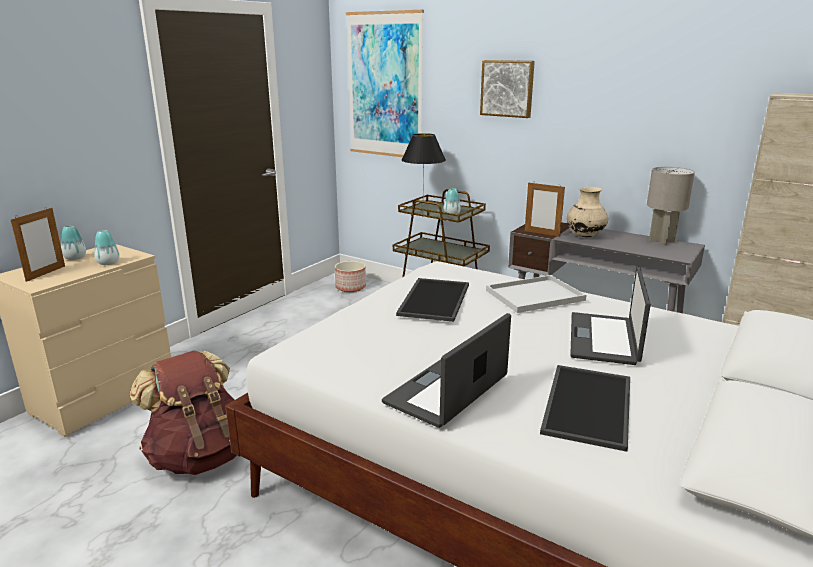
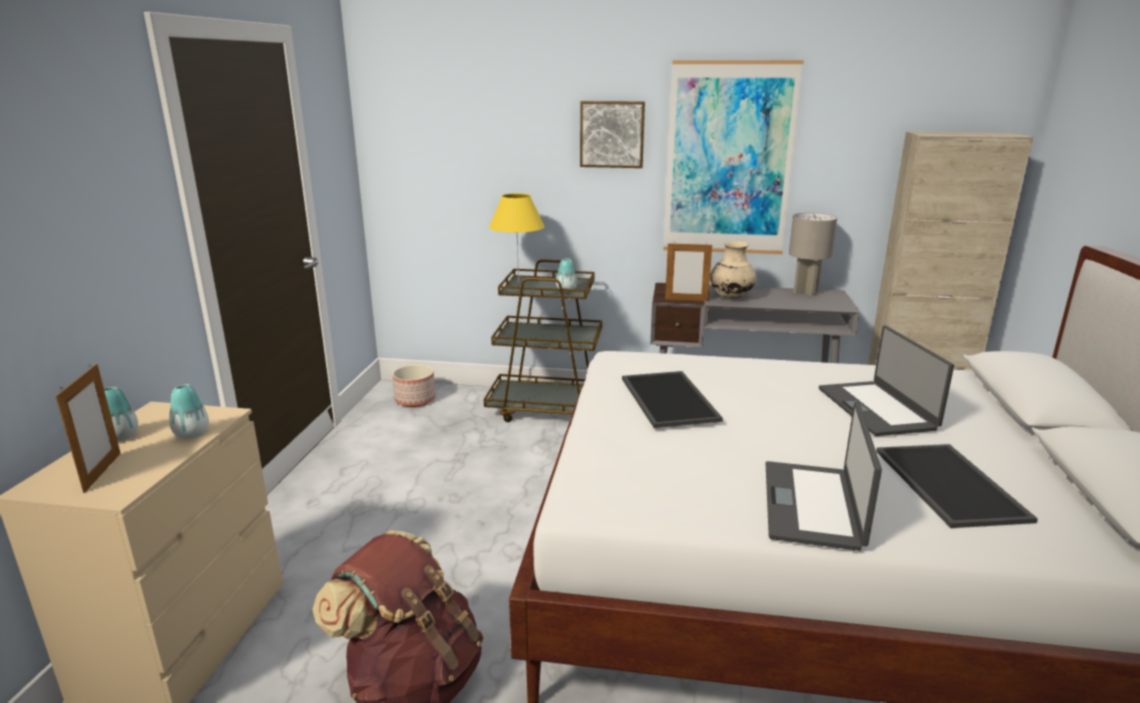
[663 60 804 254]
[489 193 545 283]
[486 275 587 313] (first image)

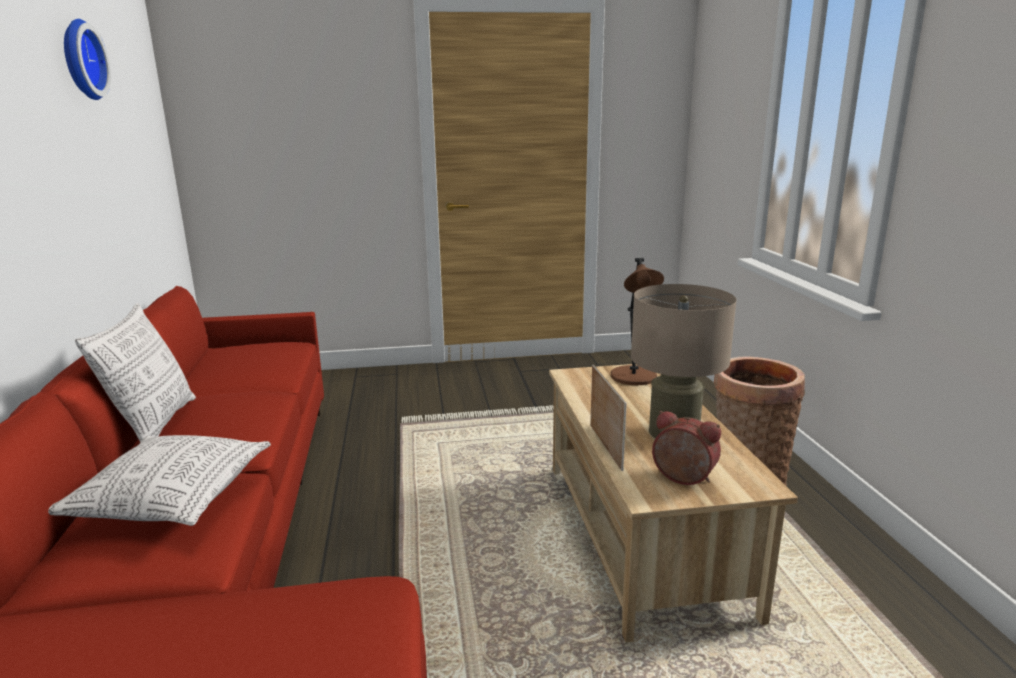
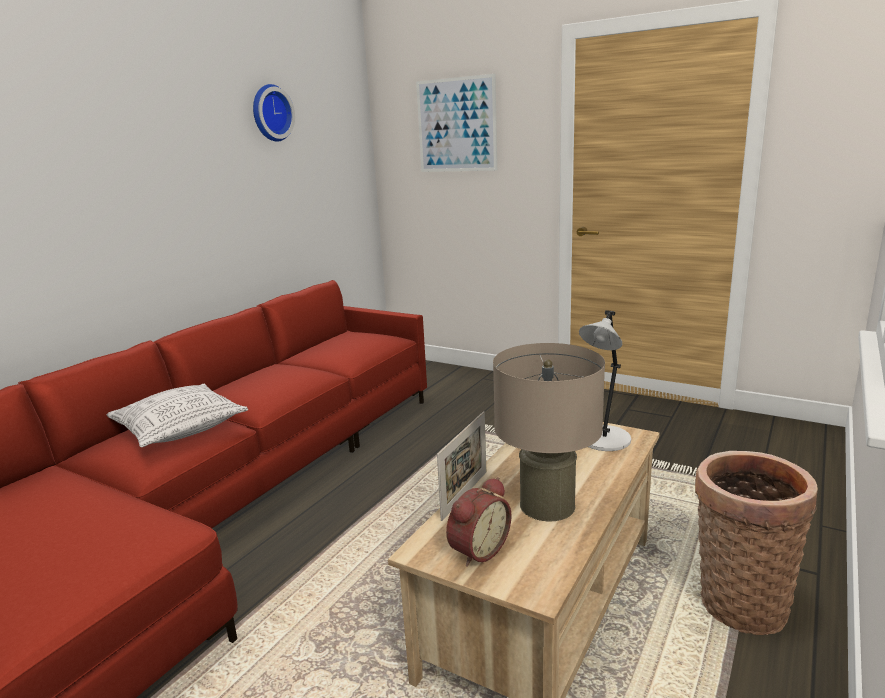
[579 310 631 451]
[75 303 196 443] (first image)
[446 477 511 567]
[416 74 497 172]

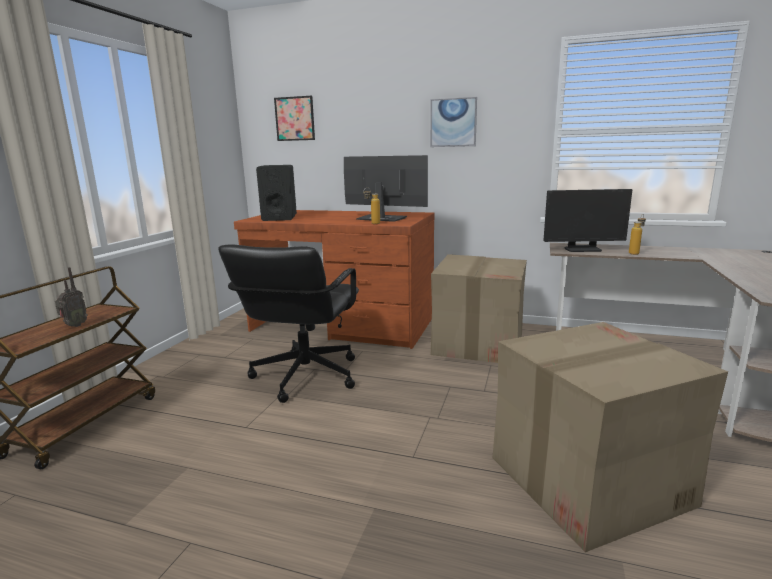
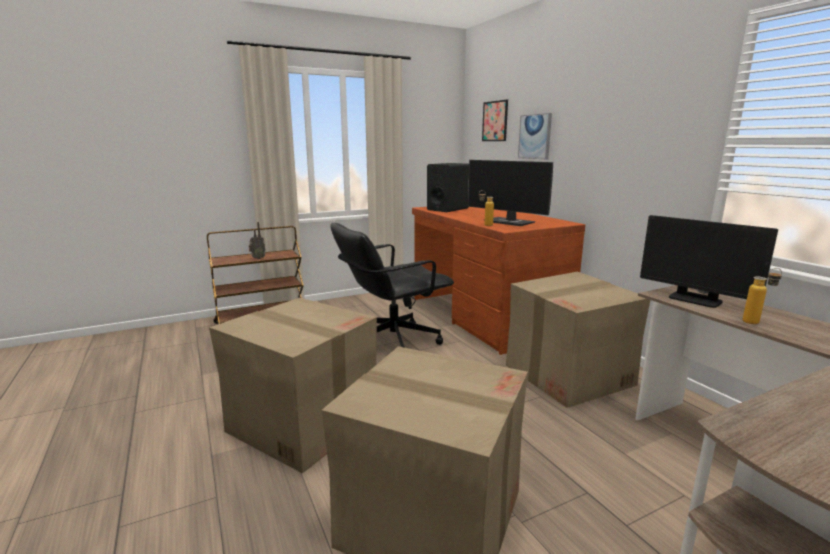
[518 113 552 159]
[468 160 553 226]
[209 298 377 473]

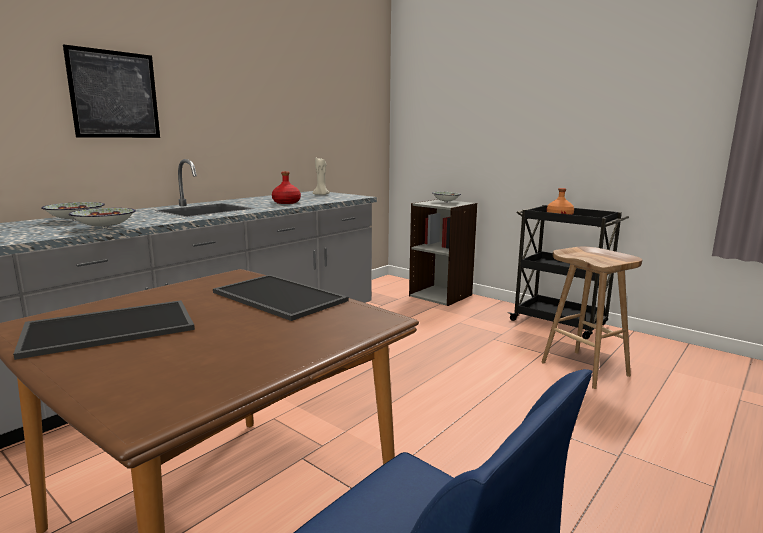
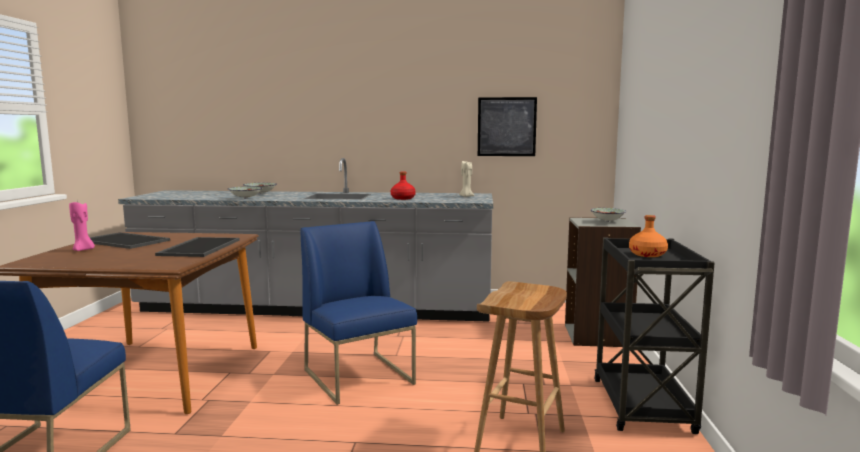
[478 97 537 156]
[69 202 95 251]
[301 221 417 405]

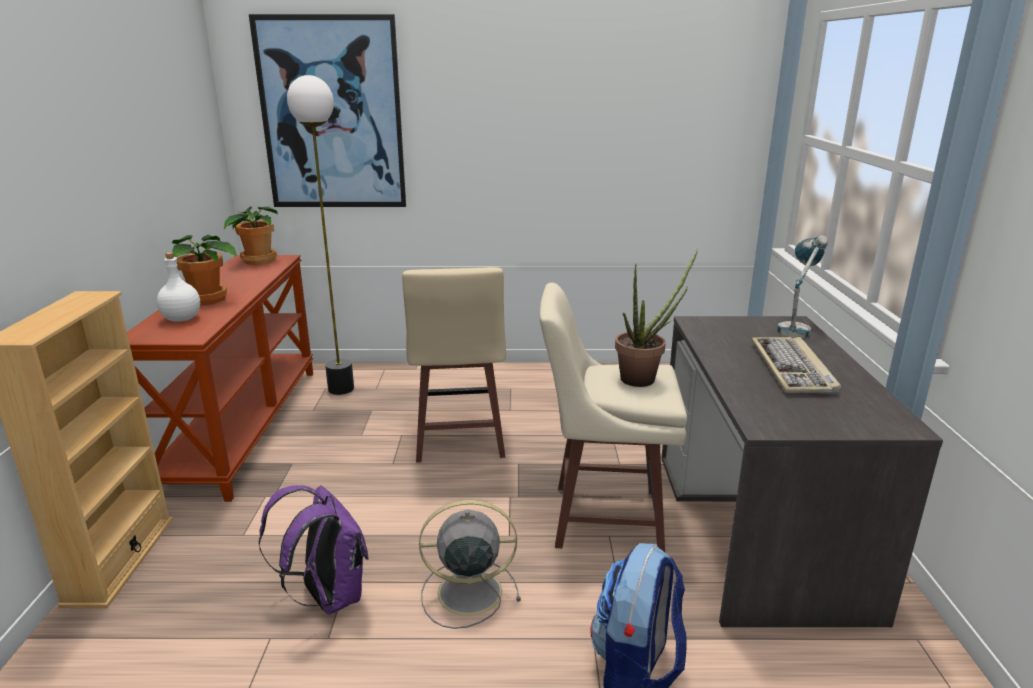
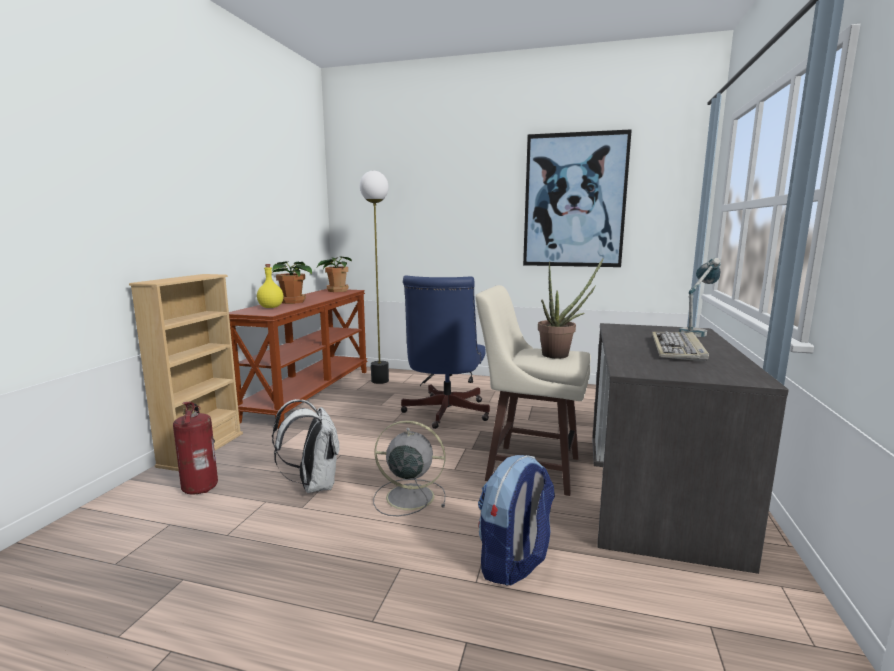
[523 129 632 267]
[257 264 283 308]
[401 276 490 429]
[272 399 339 493]
[173 402 218 495]

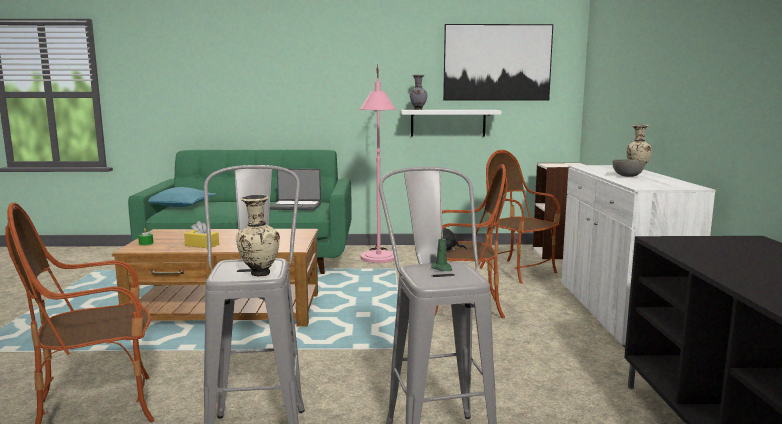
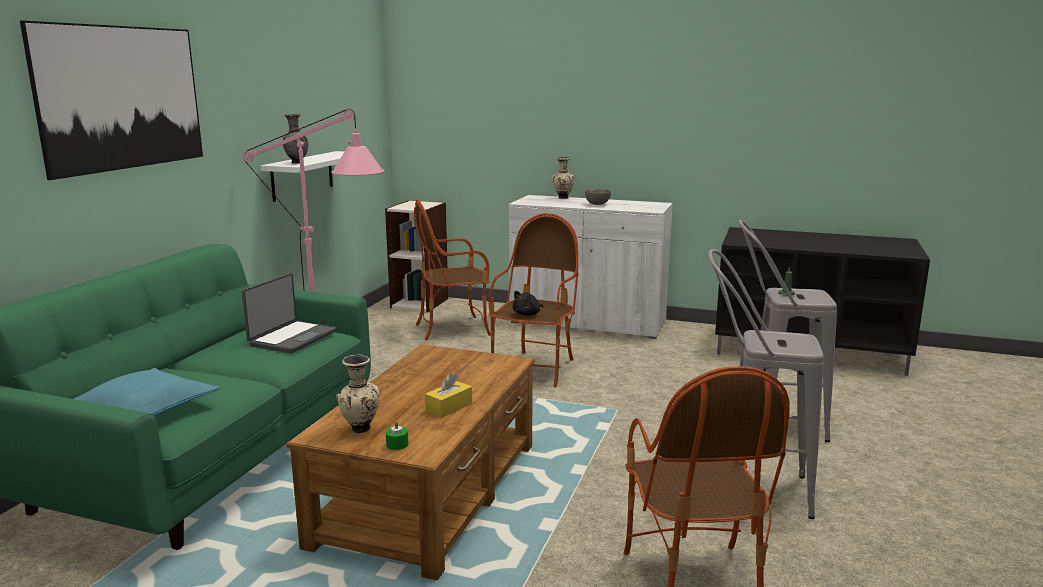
[20 20 203 180]
[336 355 380 433]

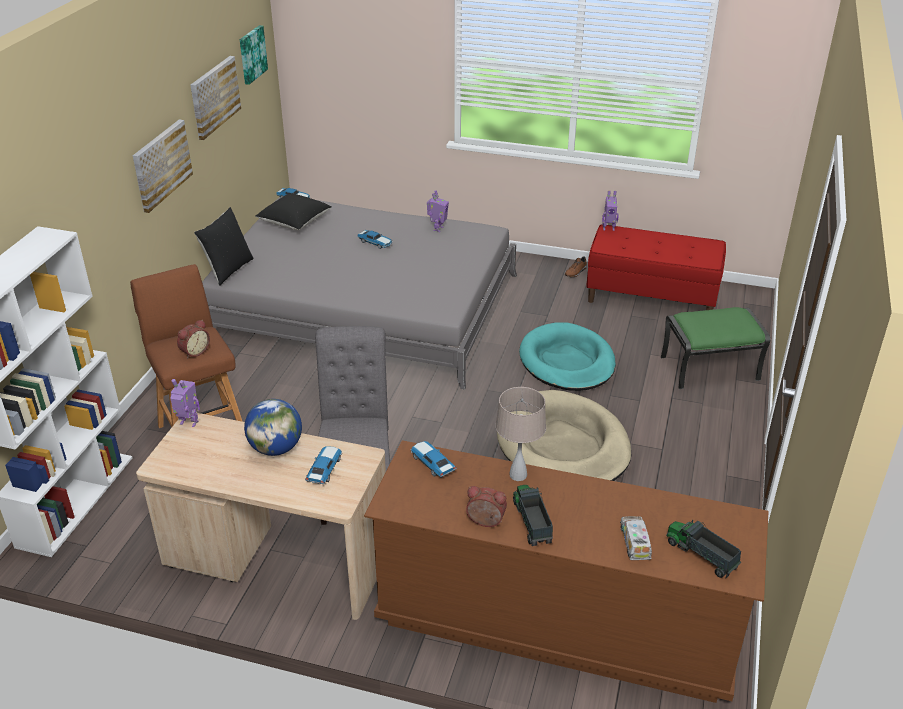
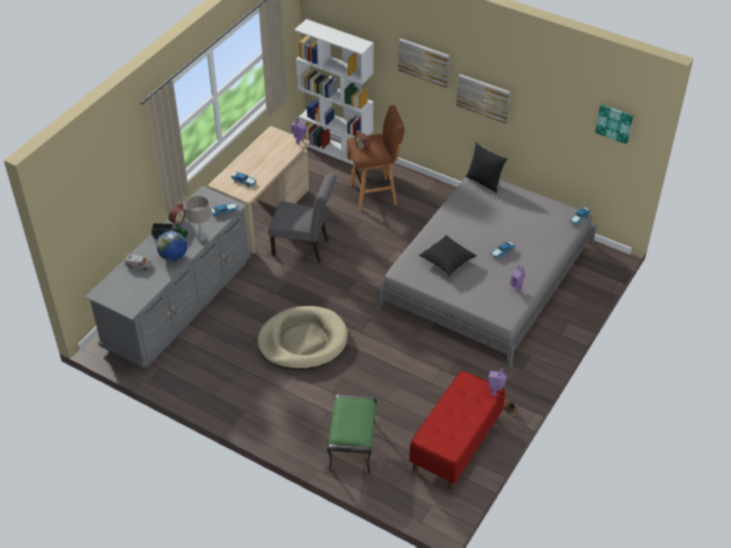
[398 38 450 88]
[418 235 477 277]
[519 322 616 391] (first image)
[157 231 187 261]
[85 186 251 368]
[666 519 741 578] (first image)

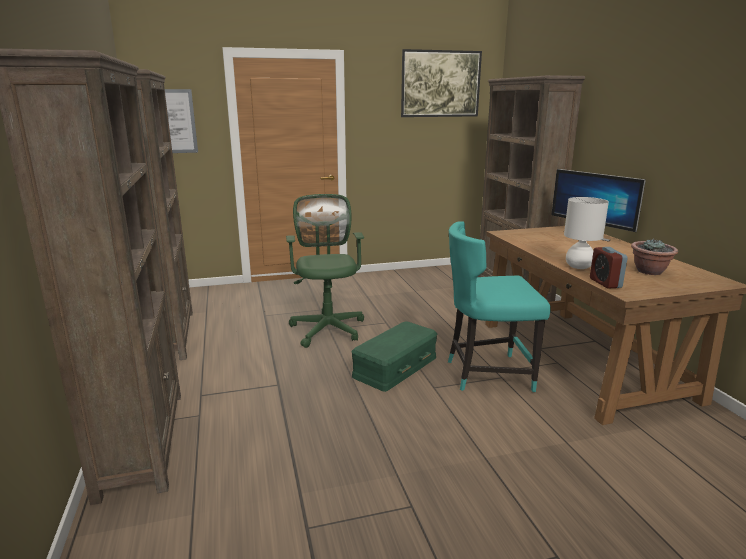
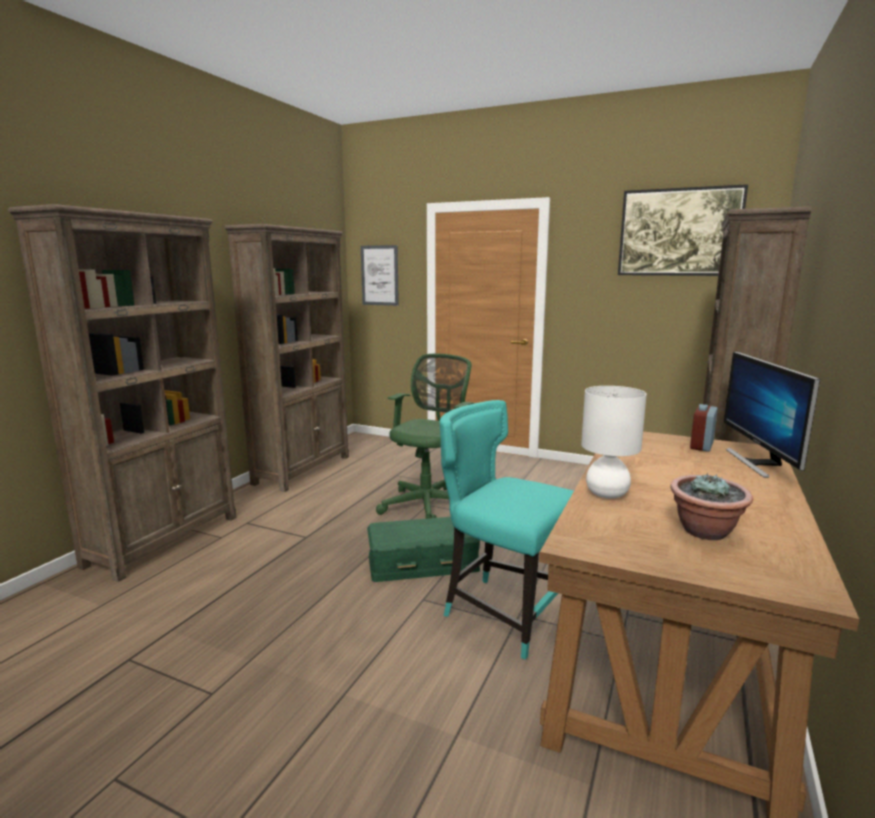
[690 404 718 452]

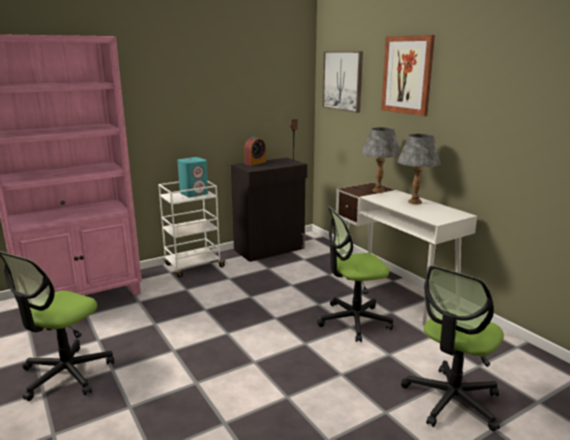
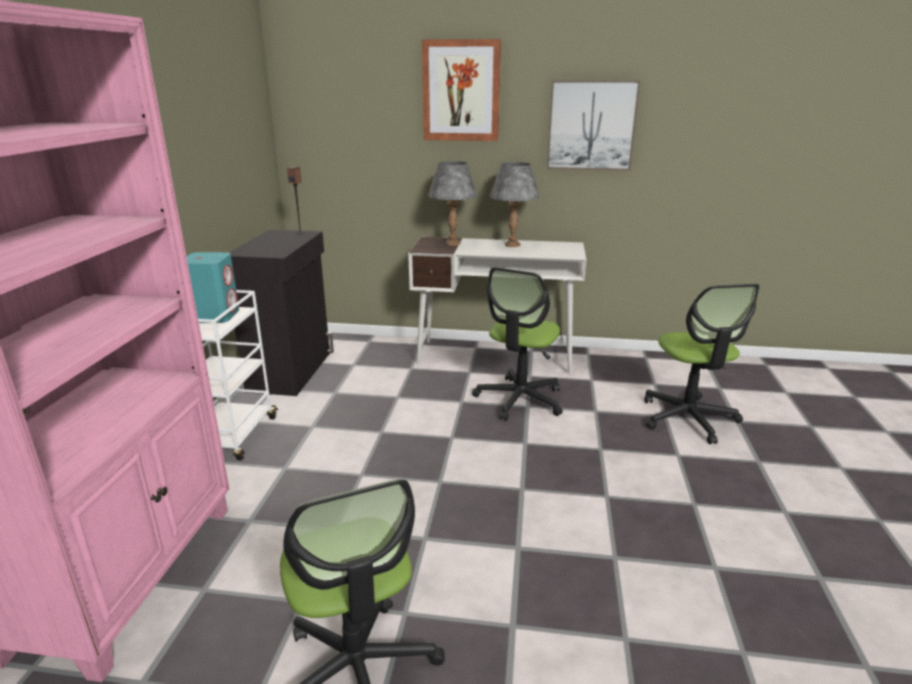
[547 80 641 171]
[244 136 266 166] (first image)

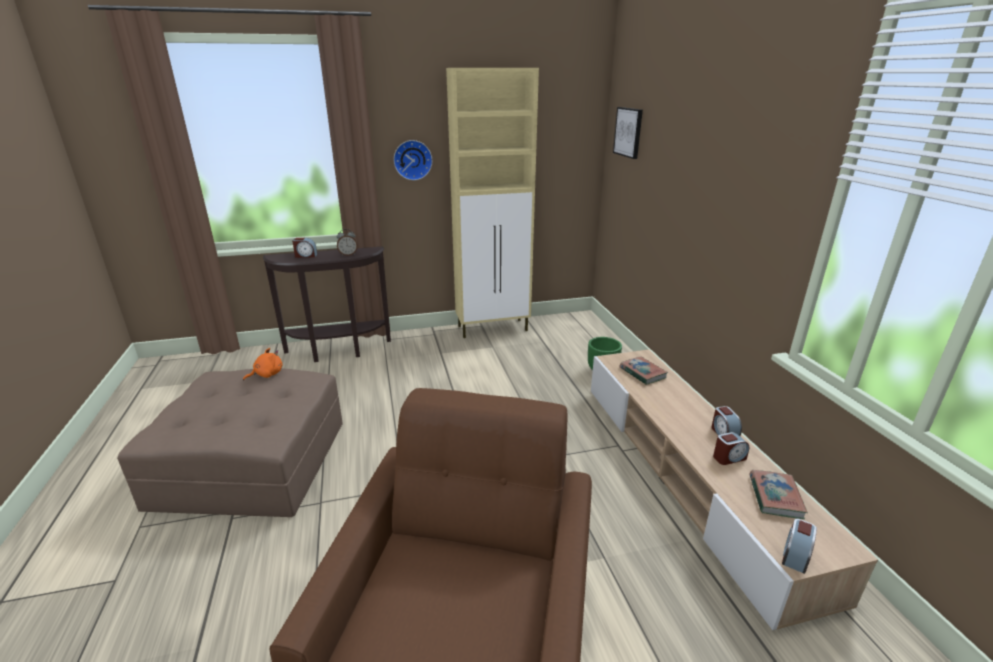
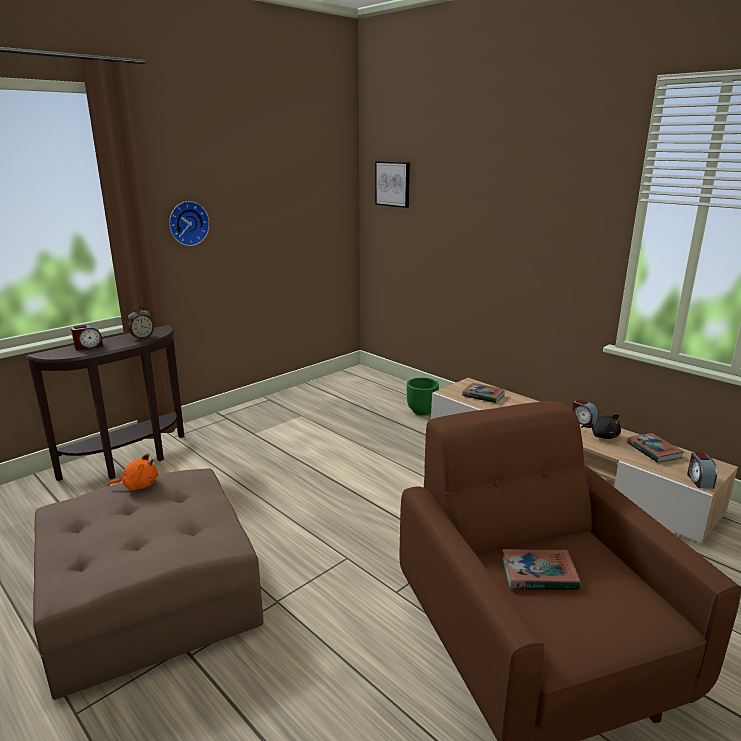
[446 68 539 338] (first image)
[108 453 158 491]
[581 414 621 439]
[502 549 580 590]

